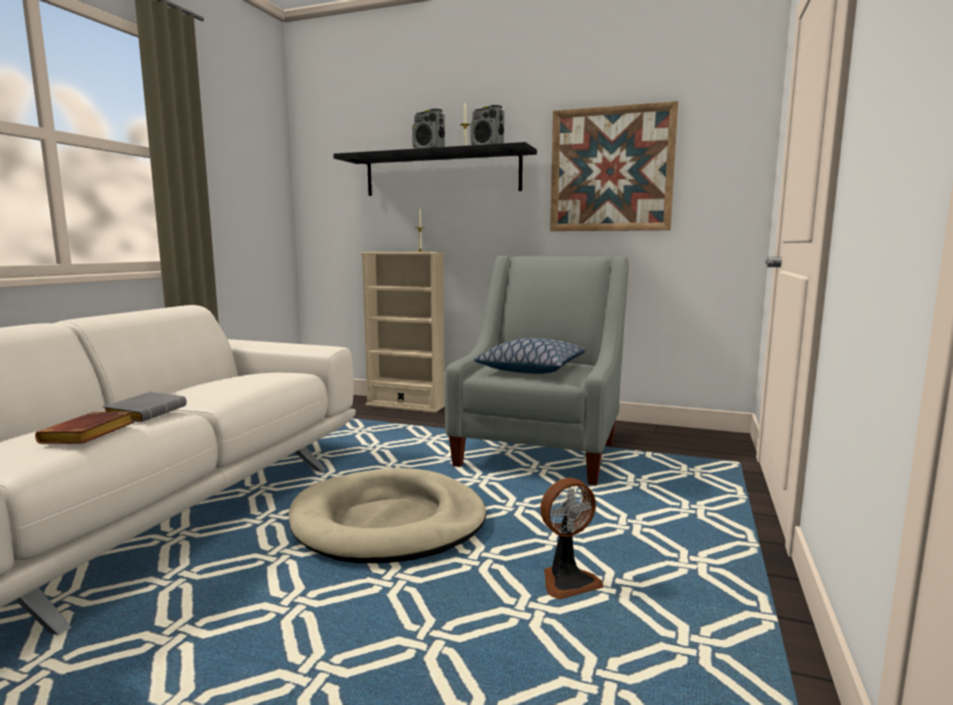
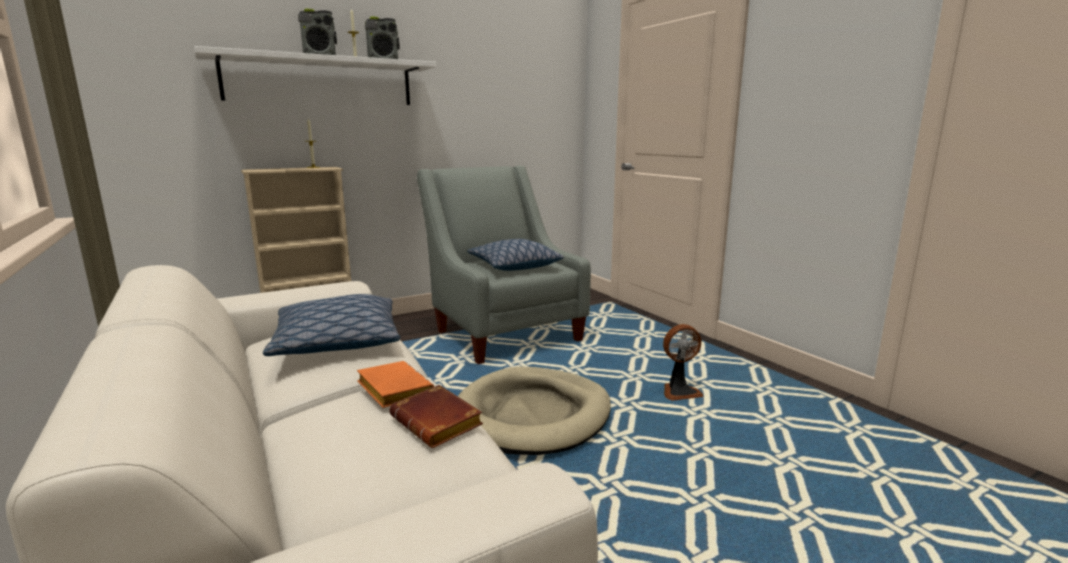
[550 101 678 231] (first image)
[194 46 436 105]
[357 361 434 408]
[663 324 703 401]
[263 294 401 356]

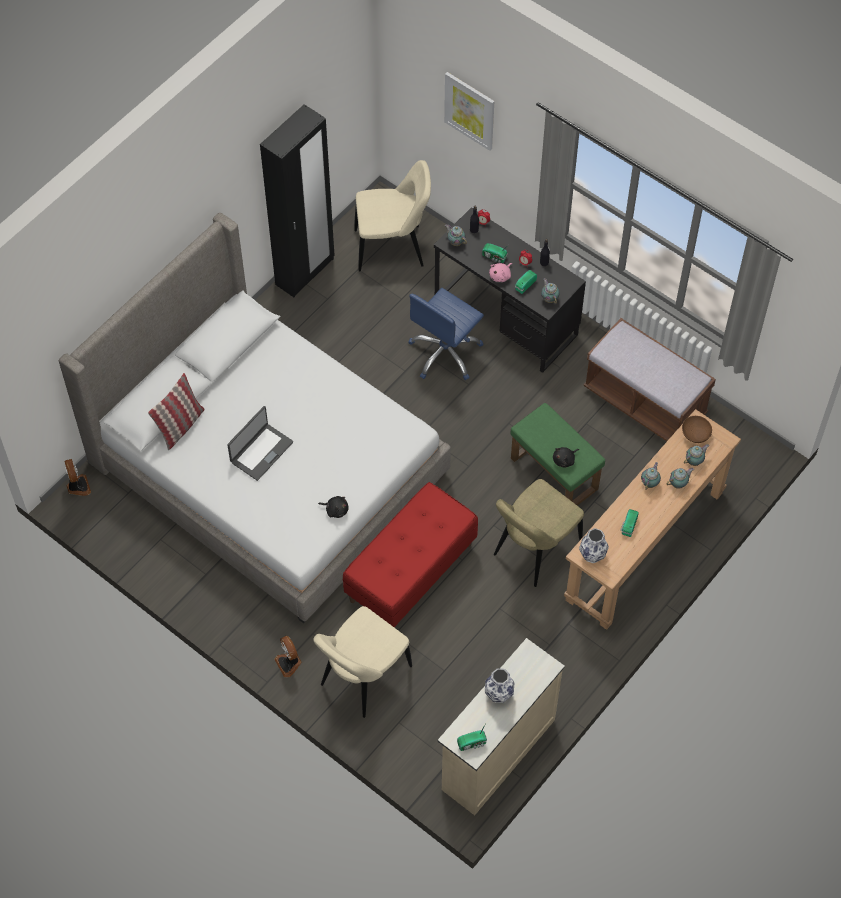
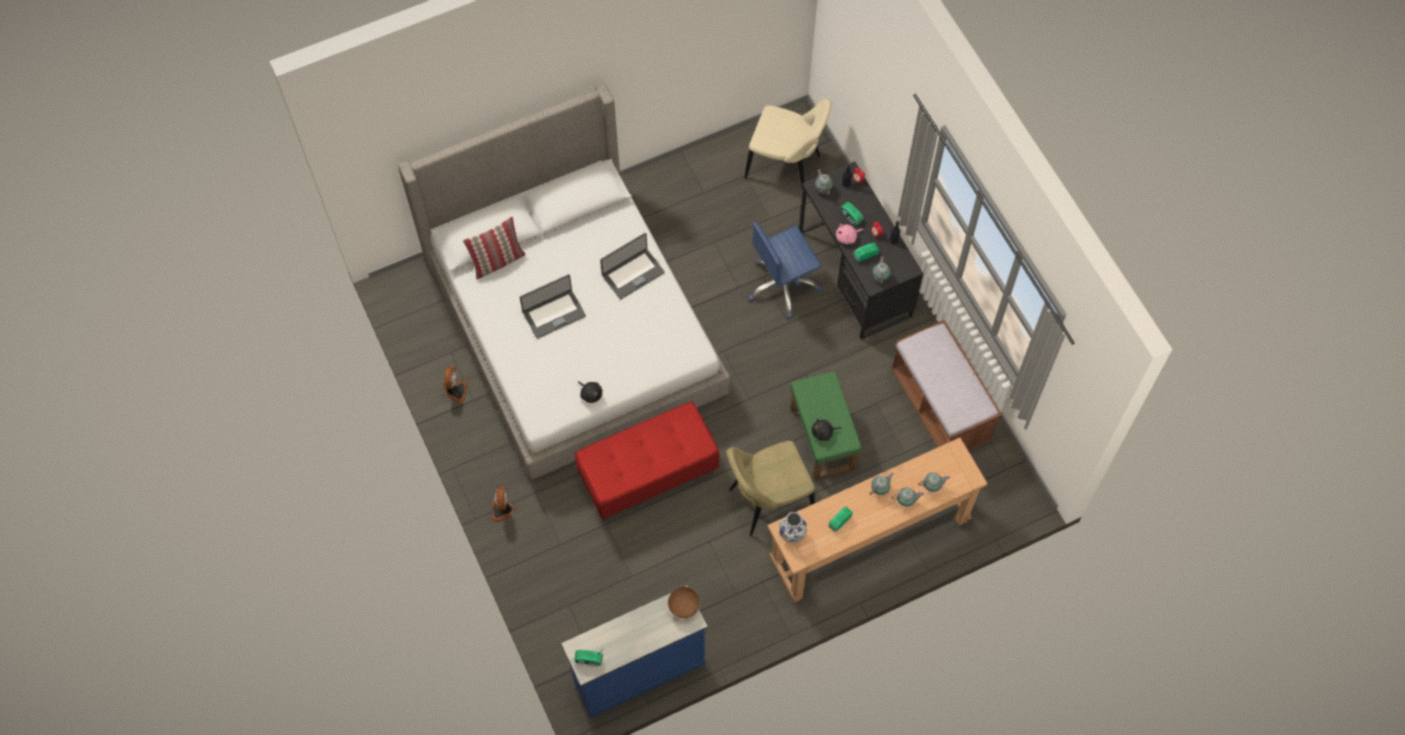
[444 72 494 151] (first image)
[260 104 335 297] (first image)
[668 587 700 618]
[444 366 467 403]
[313 606 412 718] (first image)
[561 586 708 718]
[485 668 514 703] (first image)
[600 233 665 299]

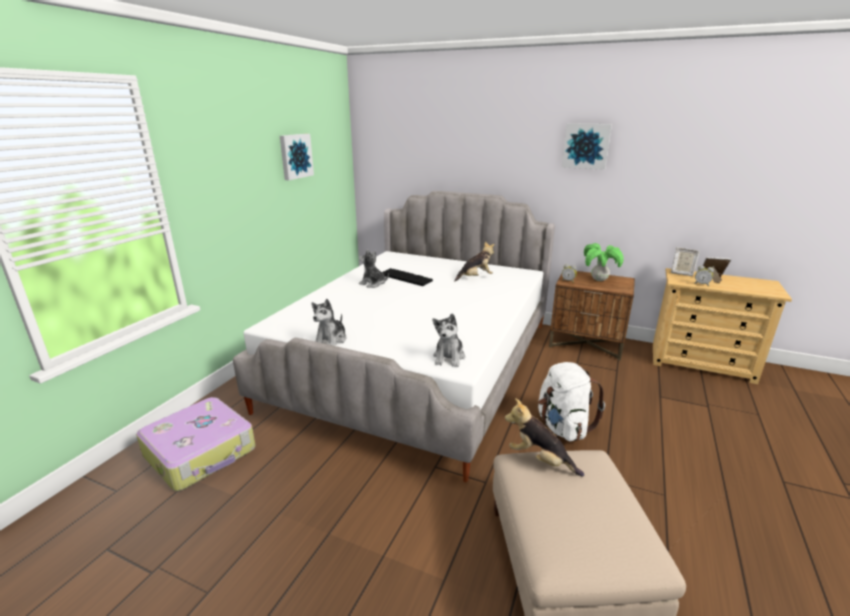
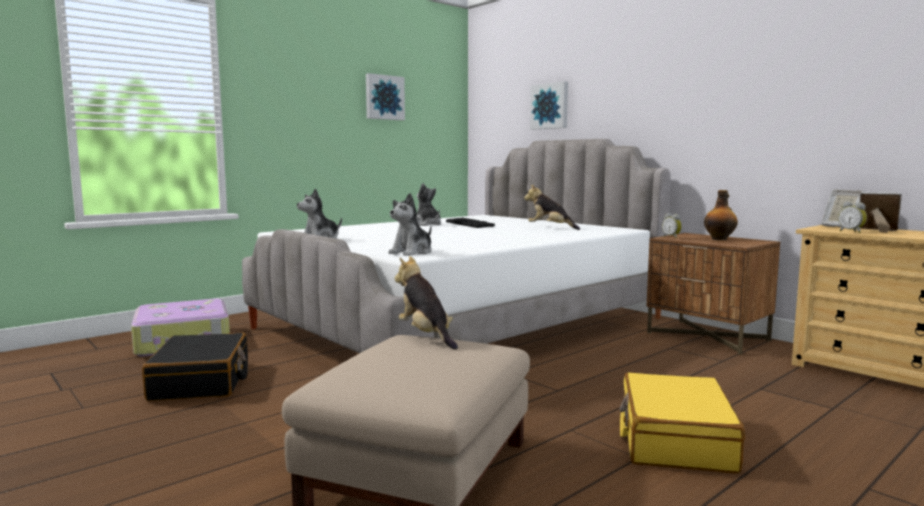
[530 81 568 130]
[524 184 580 230]
[704 190 738 240]
[538 362 605 441] (first image)
[142 333 248 401]
[620 373 745 473]

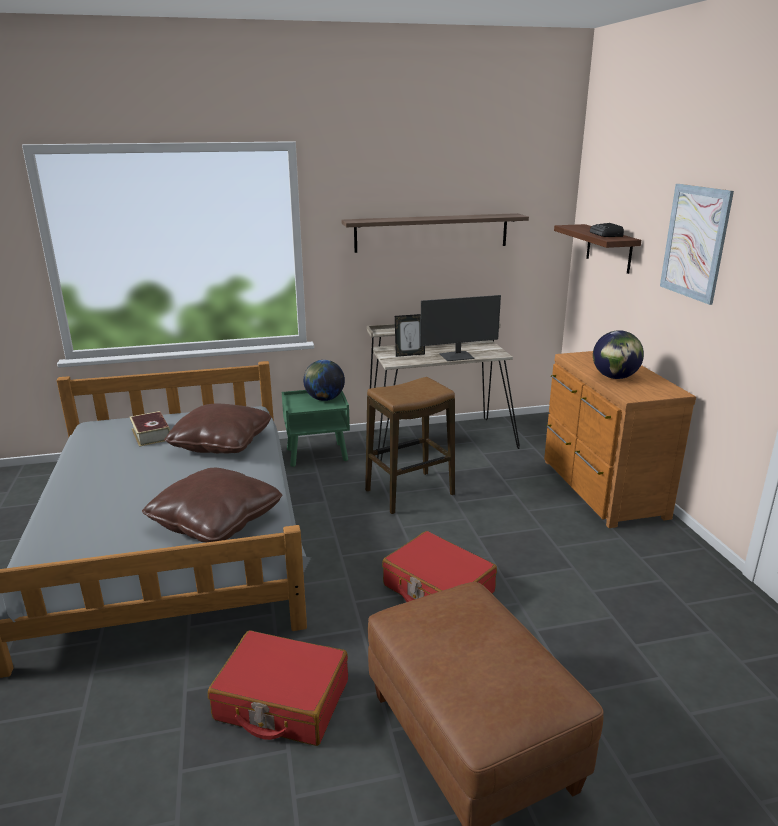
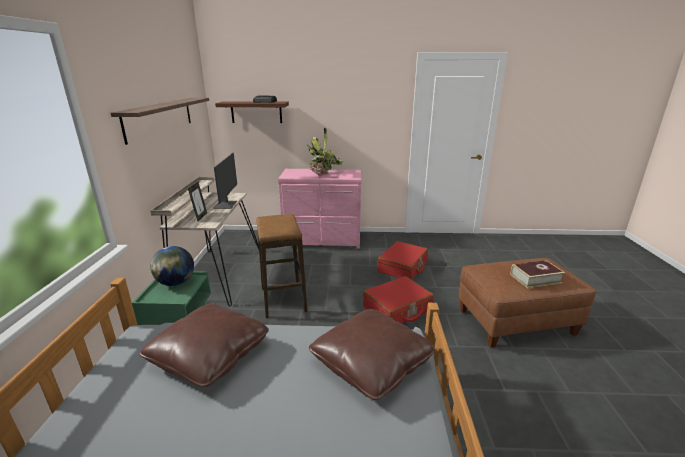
[660 184 734 305] (first image)
[307 128 343 176]
[278 169 361 248]
[510 260 565 288]
[377 241 428 280]

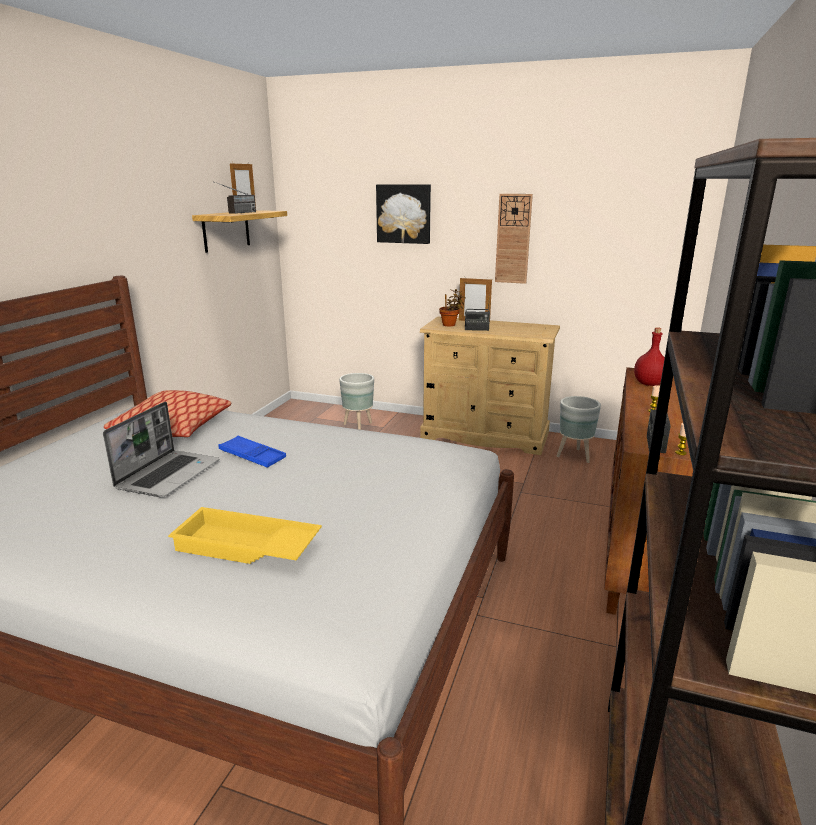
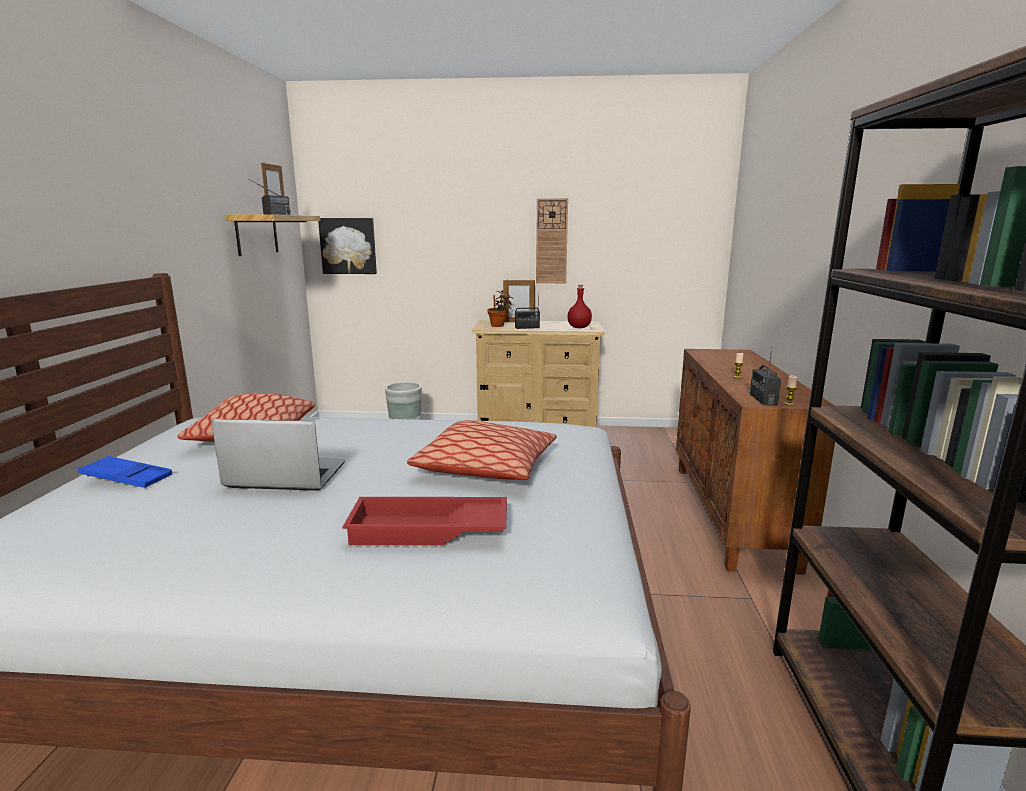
[318 218 377 274]
[567 285 592 328]
[557 396 601 463] (first image)
[212 419 345 491]
[78 456 172 488]
[343 497 507 545]
[407 420 557 480]

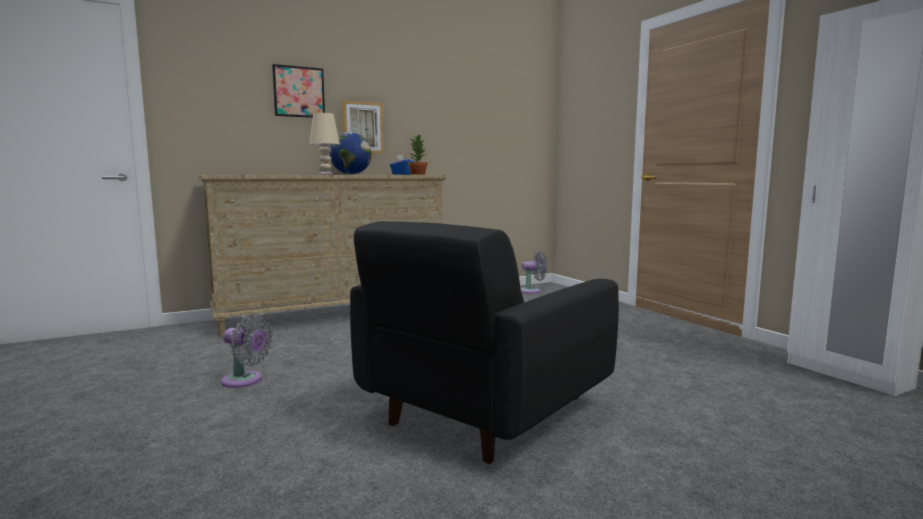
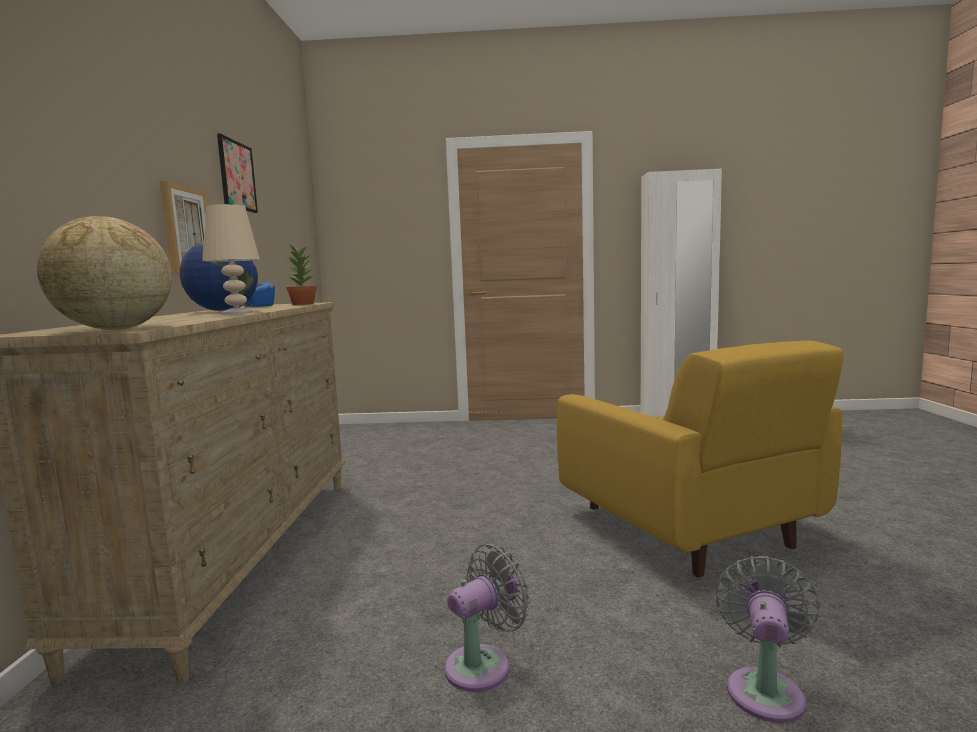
[217 133 258 213]
[557 340 843 577]
[715 556 820 723]
[37 216 172 330]

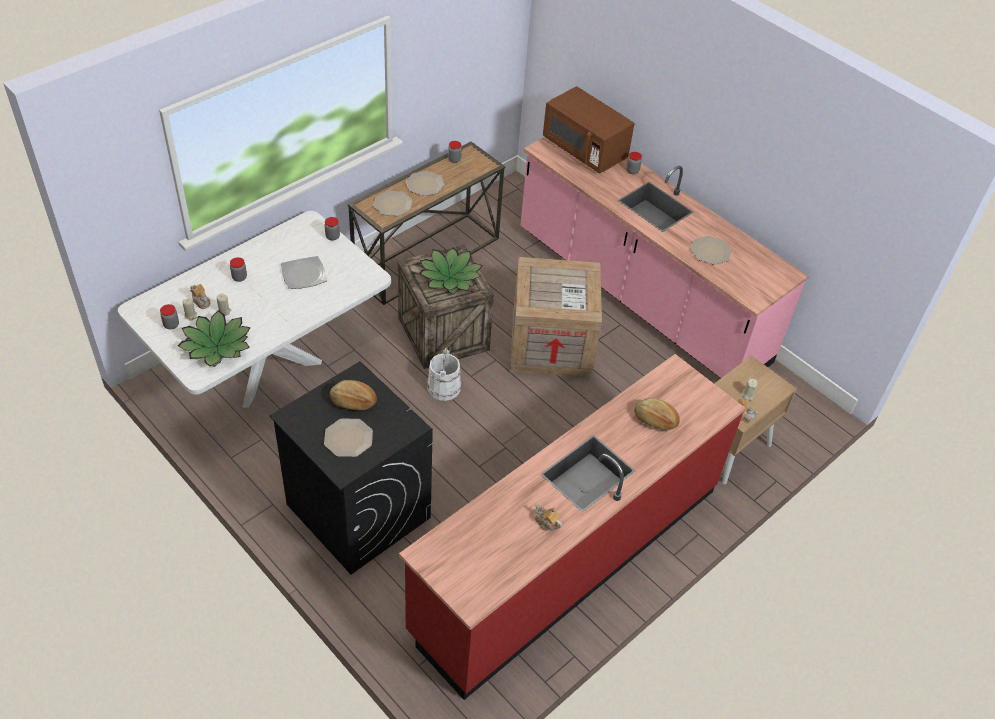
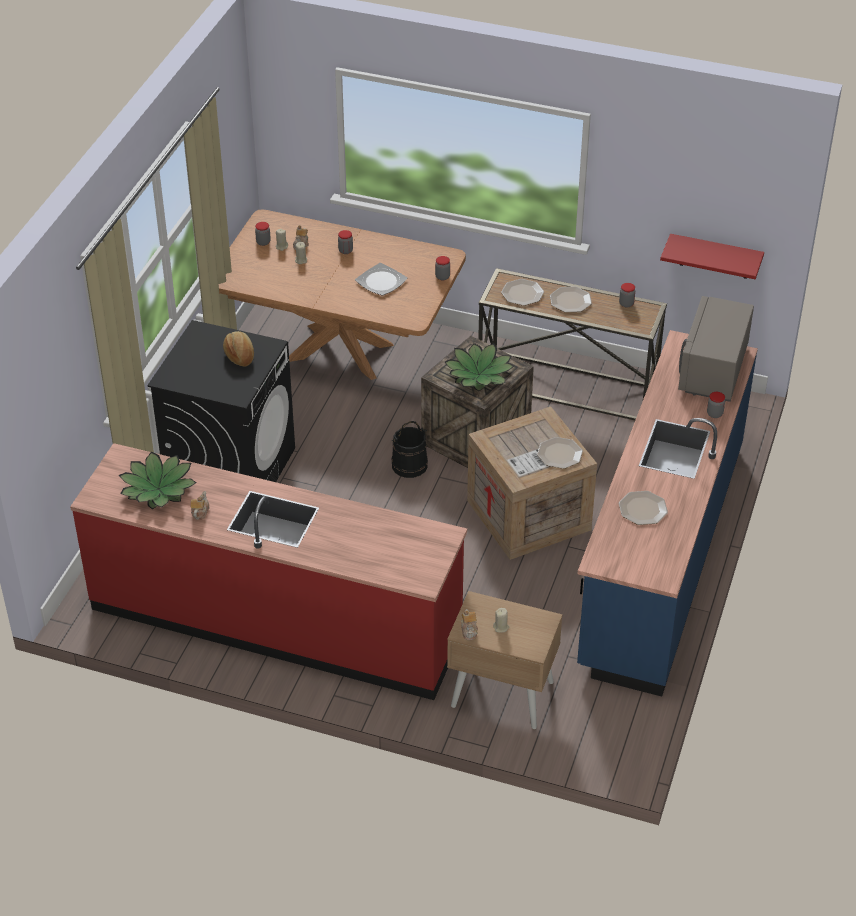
[678 296 754 402]
[577 330 758 697]
[218 209 466 380]
[119 451 196 509]
[392 421 428 478]
[634 397 680 430] (first image)
[537 437 583 469]
[660 234 764 279]

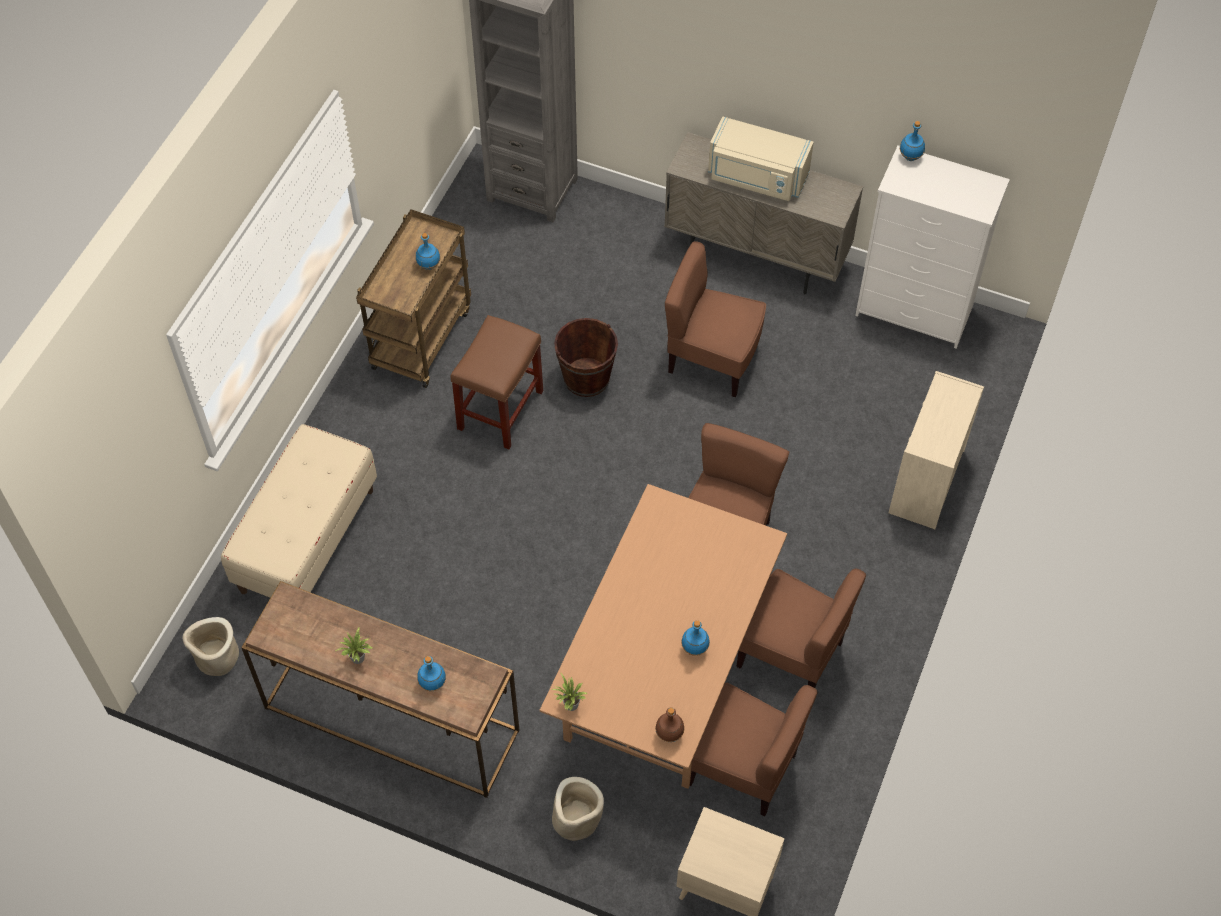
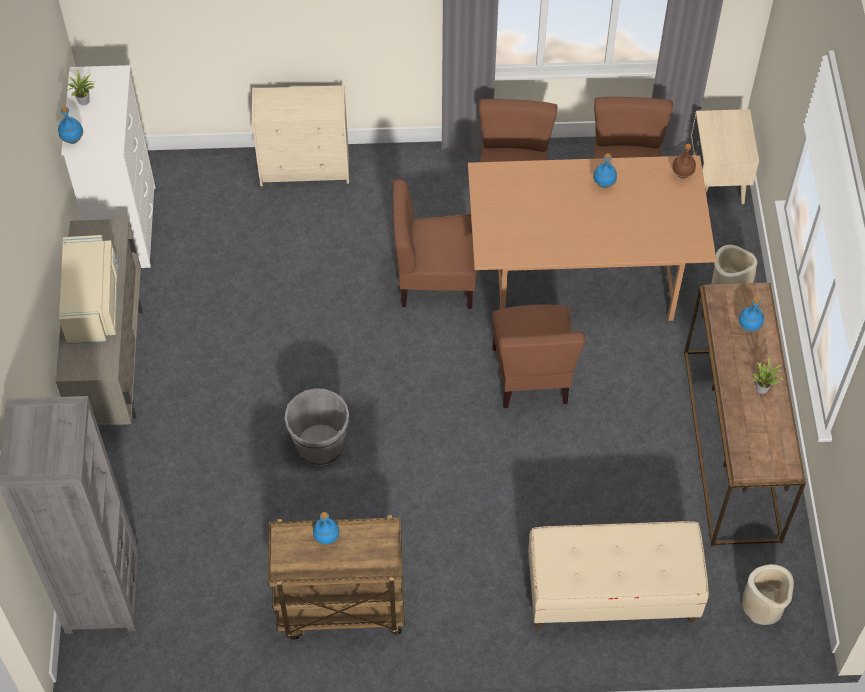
[492 304 585 408]
[451 315 543 449] (first image)
[285 388 349 466]
[67 70 95 105]

